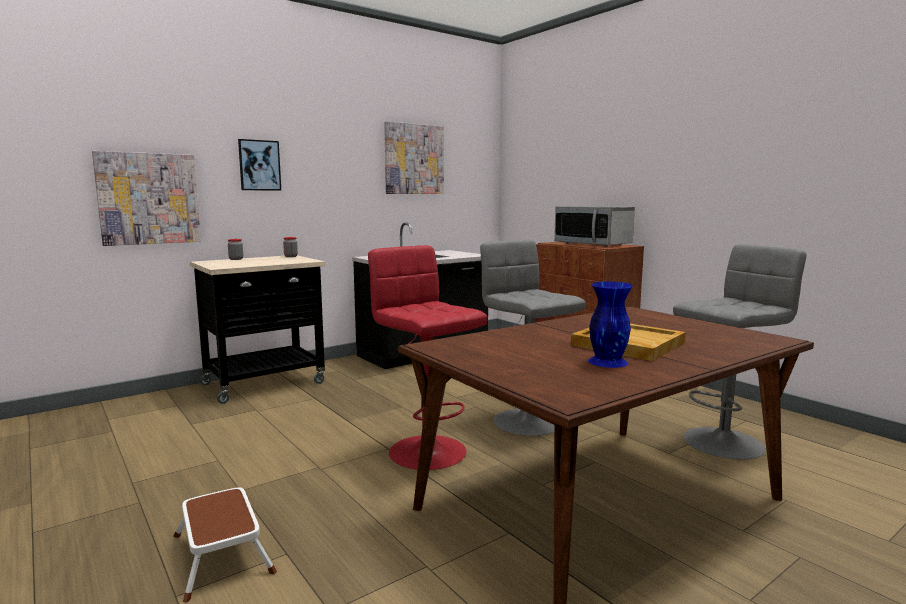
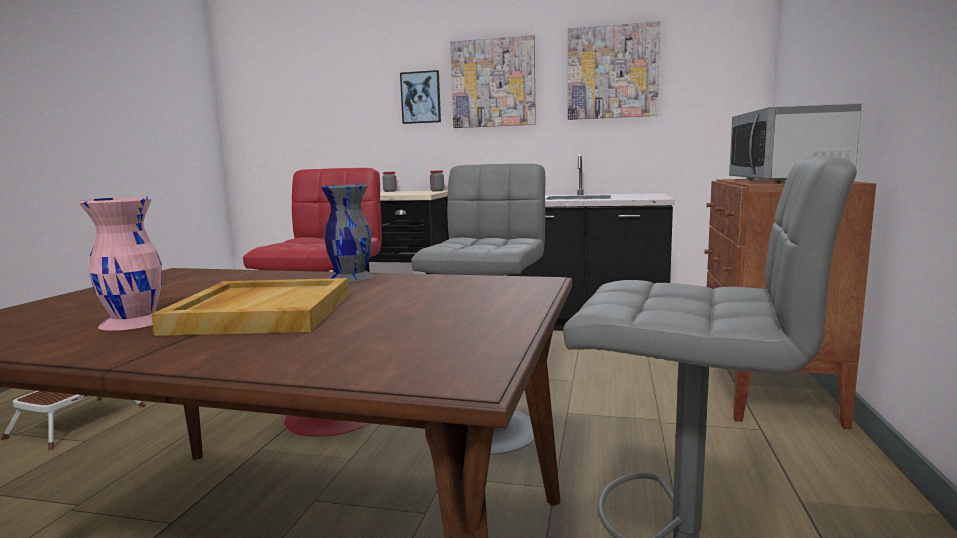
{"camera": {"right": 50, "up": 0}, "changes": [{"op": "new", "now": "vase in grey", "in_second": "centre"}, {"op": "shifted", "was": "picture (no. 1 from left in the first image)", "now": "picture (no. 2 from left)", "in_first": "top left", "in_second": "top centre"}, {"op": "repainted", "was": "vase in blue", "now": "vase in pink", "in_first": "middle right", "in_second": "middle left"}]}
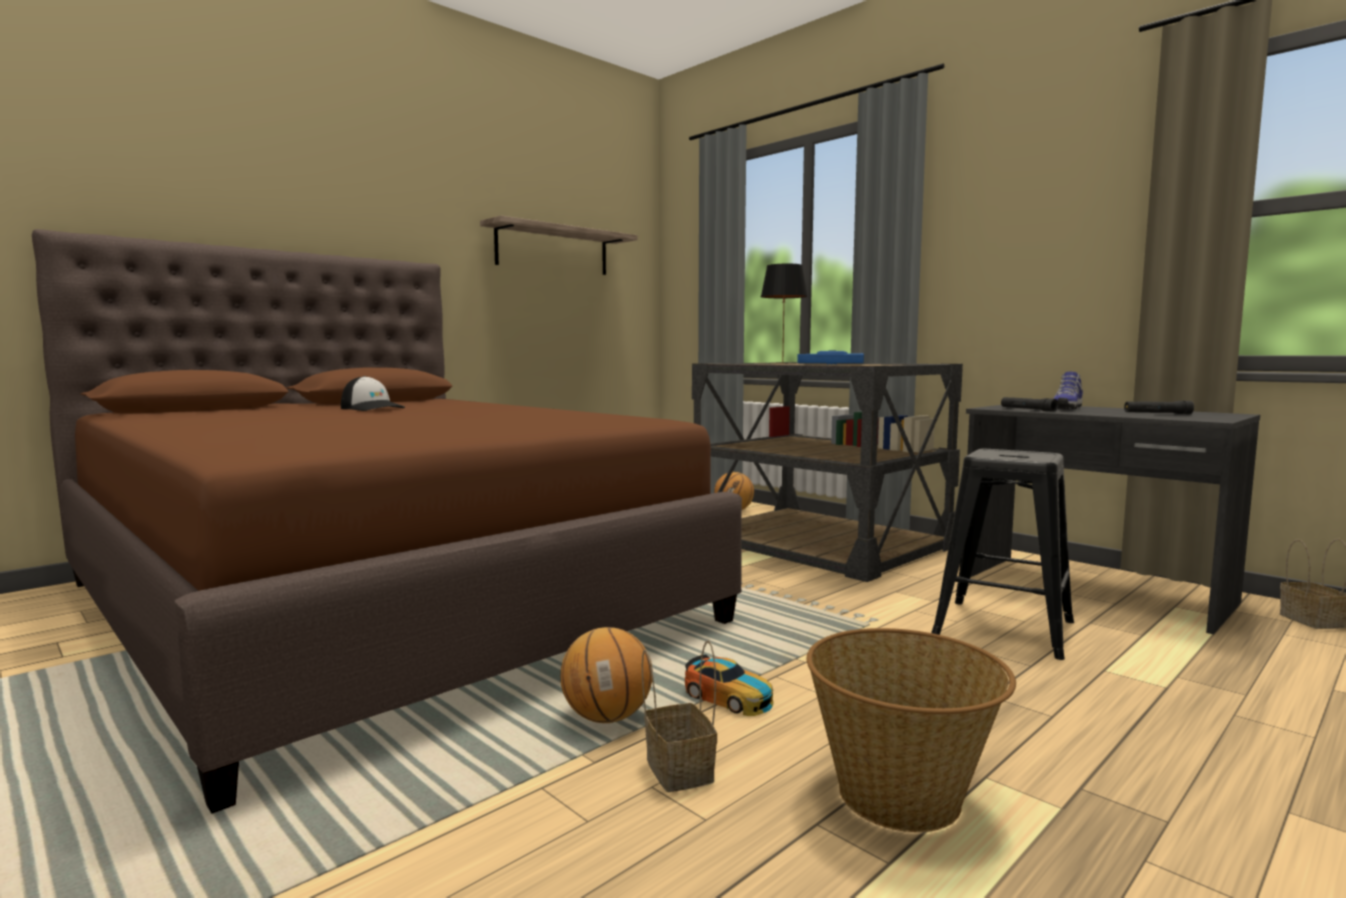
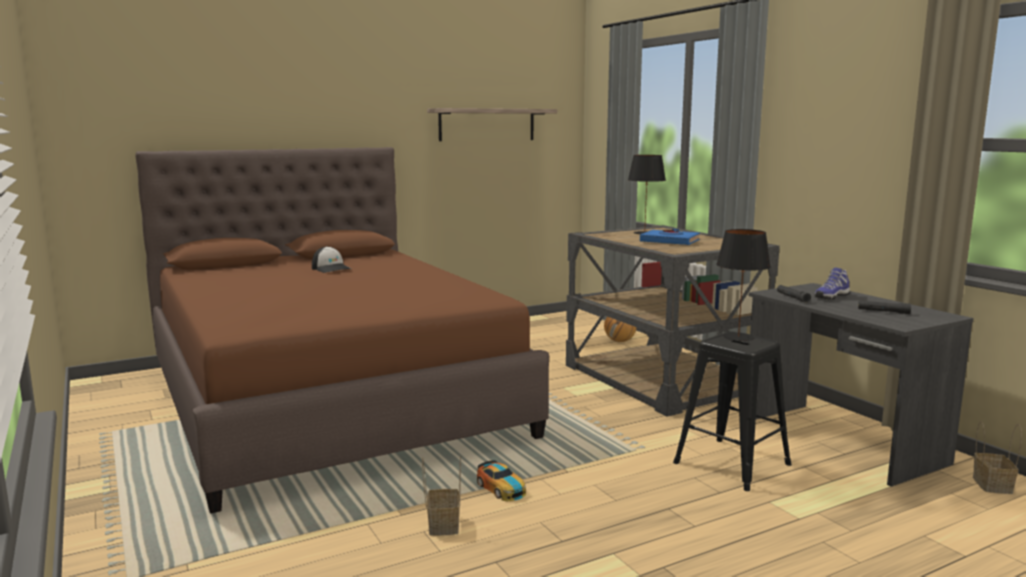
{"camera": {"right": 15, "up": 5}, "changes": [{"op": "gone", "was": "basketball (no. 1 from left)", "in_first": "bottom centre"}, {"op": "gone", "was": "basket (no. 2 from left)", "in_first": "bottom right"}, {"op": "new", "now": "table lamp in black (no. 2 from left)", "in_second": "middle right"}]}
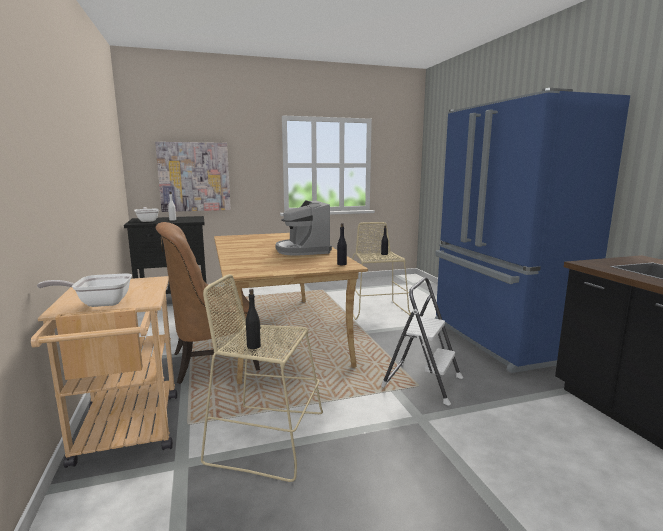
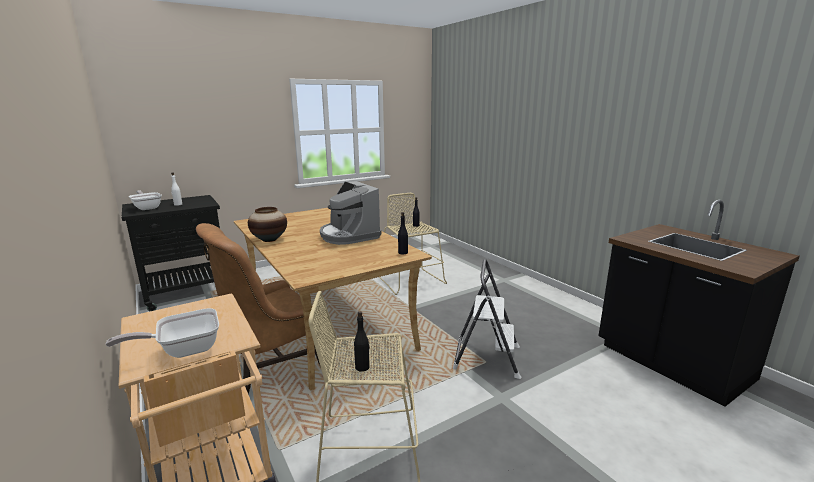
{"camera": {"right": -15, "up": 5}, "changes": [{"op": "gone", "was": "picture", "in_first": "middle left"}, {"op": "gone", "was": "fridge in blue", "in_first": "middle right"}, {"op": "new", "now": "vase", "in_second": "middle left"}]}
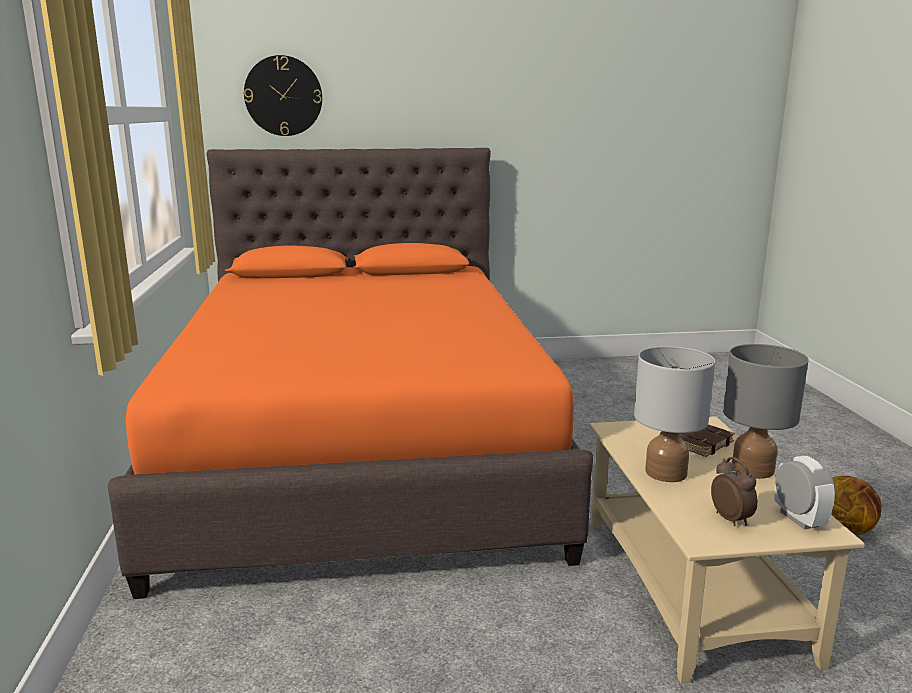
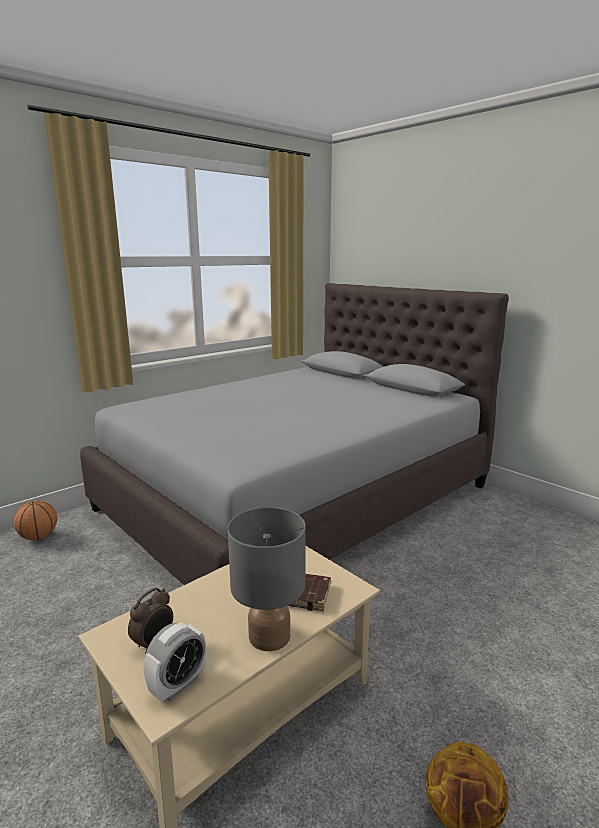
{"camera": {"right": 55, "up": 0}, "changes": [{"op": "gone", "was": "wall clock", "in_first": "top left"}, {"op": "gone", "was": "table lamp in grey (no. 1 from left)", "in_first": "middle right"}, {"op": "new", "now": "basketball (no. 1 from left)", "in_second": "middle left"}, {"op": "repainted", "was": "bed in orange", "now": "bed in grey", "in_first": "centre", "in_second": "centre"}]}
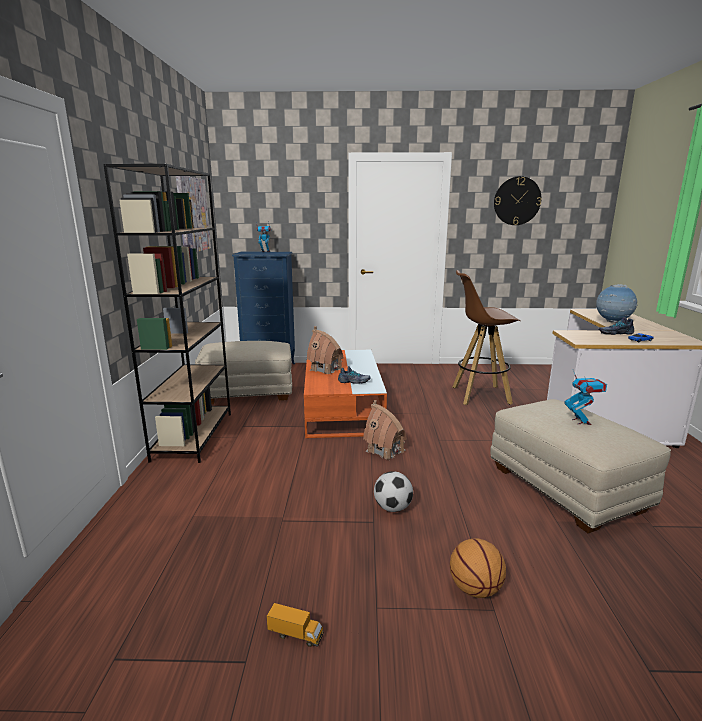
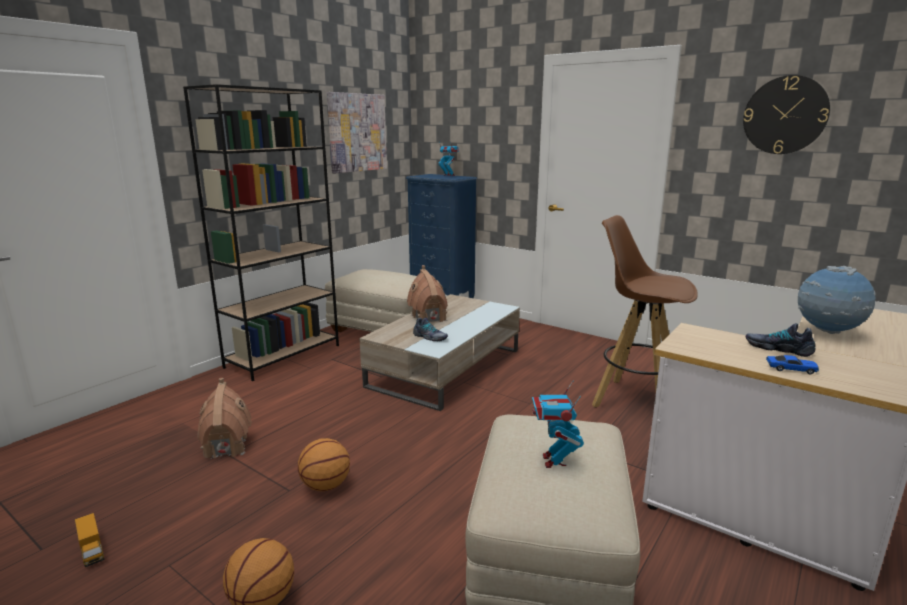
{"camera": {"right": 35, "up": 0}, "changes": [{"op": "shifted", "was": "toy house (no. 2 from left in the first image)", "now": "toy house (no. 1 from left)", "in_first": "centre", "in_second": "bottom left"}, {"op": "swapped", "was": "football", "now": "basketball (no. 2 from left)", "in_first": "bottom centre", "in_second": "bottom centre"}, {"op": "repainted", "was": "coffee table in orange", "now": "coffee table in beige", "in_first": "centre", "in_second": "centre"}, {"op": "rotated", "was": "toy robot (no. 2 from left)", "in_first": "middle right", "in_second": "bottom centre", "clockwise": 150}]}
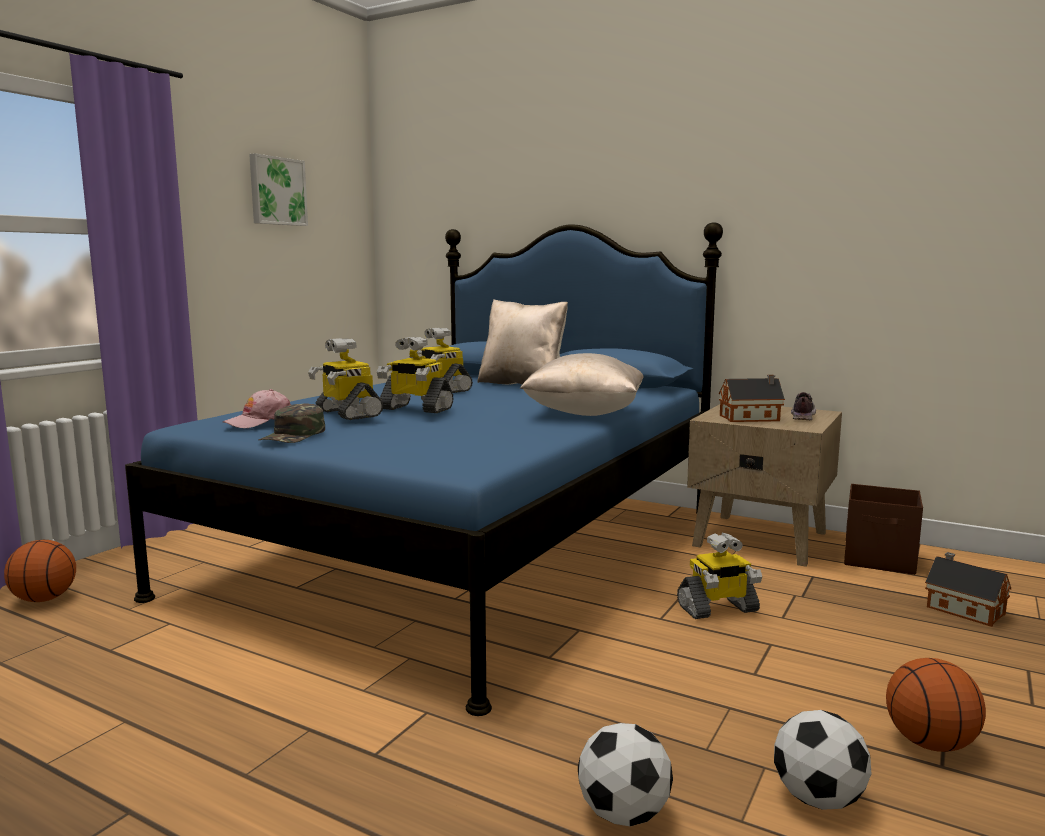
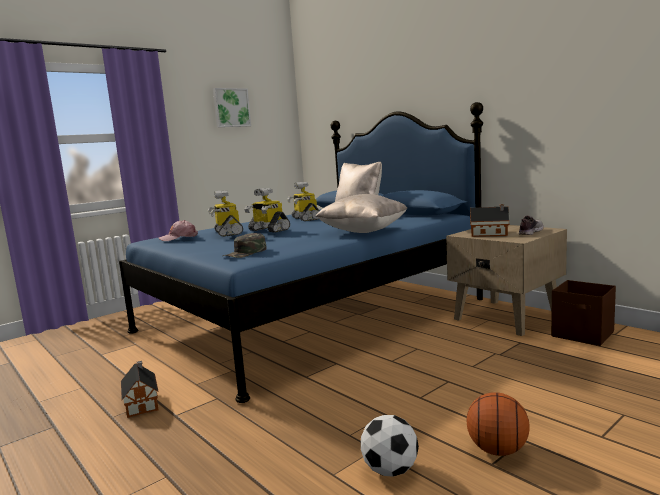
{"camera": {"right": 20, "up": 0}, "changes": [{"op": "gone", "was": "basketball (no. 1 from left)", "in_first": "bottom left"}, {"op": "gone", "was": "football (no. 1 from left)", "in_first": "bottom centre"}, {"op": "gone", "was": "toy robot (no. 4 from left)", "in_first": "bottom right"}, {"op": "shifted", "was": "cap in green", "in_first": "middle left", "in_second": "centre"}, {"op": "shifted", "was": "toy house (no. 2 from left in the first image)", "now": "toy house (no. 1 from left)", "in_first": "bottom right", "in_second": "bottom left"}]}
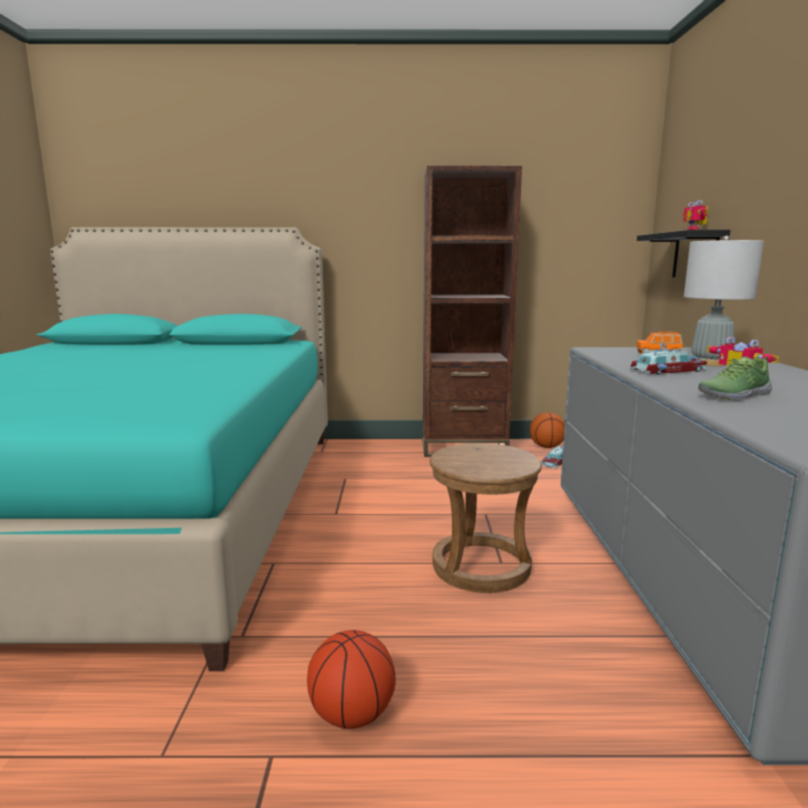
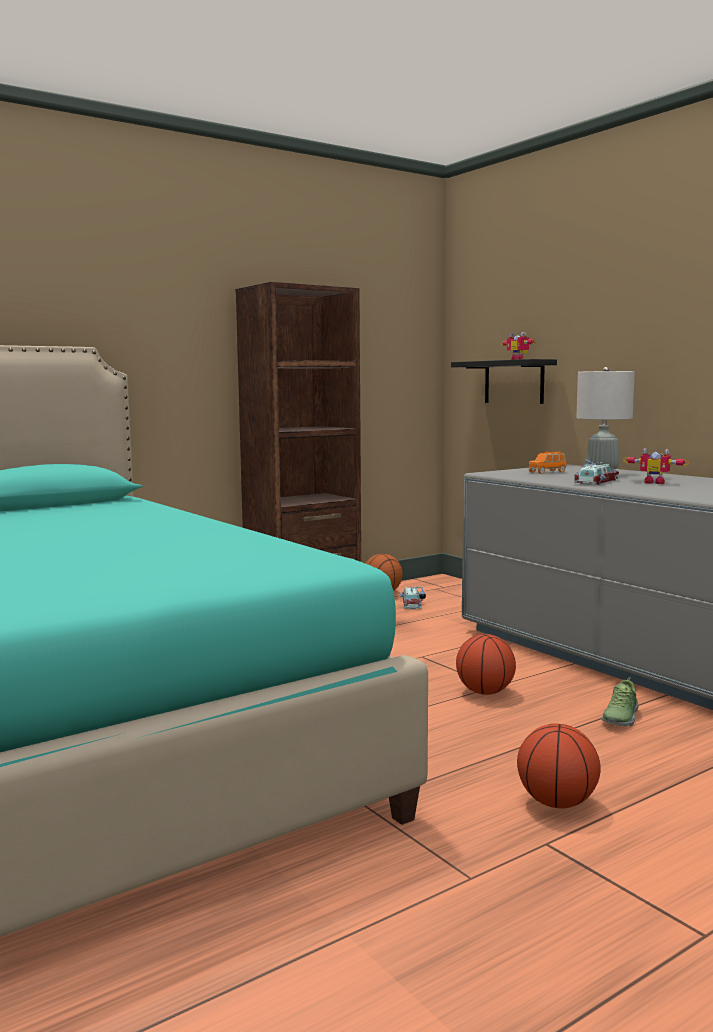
{"camera": {"right": -35, "up": -5}, "changes": [{"op": "shifted", "was": "shoe", "in_first": "middle right", "in_second": "bottom right"}, {"op": "swapped", "was": "stool in brown", "now": "basketball (no. 2 from left)", "in_first": "centre", "in_second": "middle right"}]}
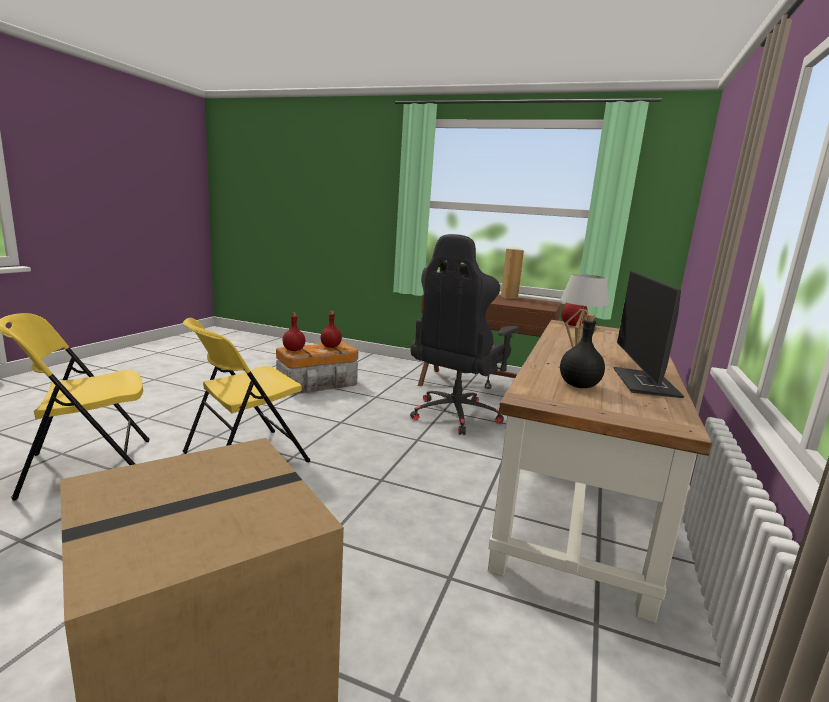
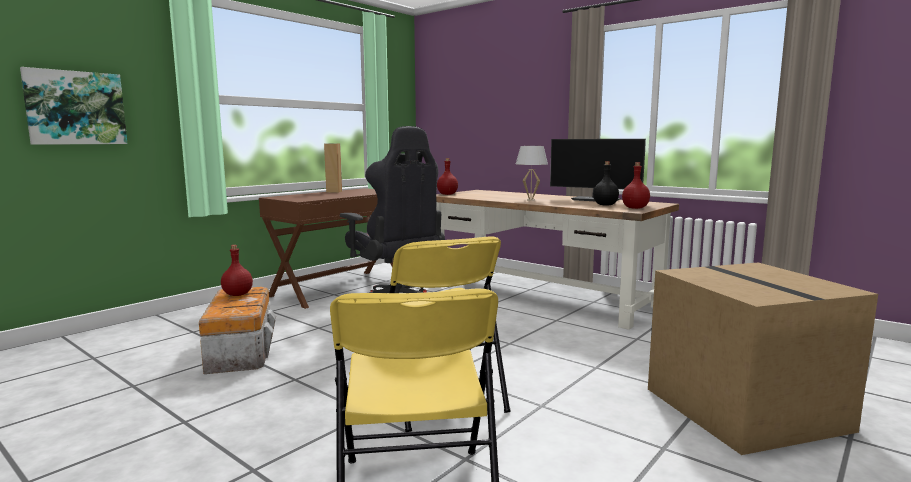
{"camera": {"right": -70, "up": -5}, "changes": [{"op": "new", "now": "picture", "in_second": "top left"}, {"op": "shifted", "was": "bottle in red (no. 1 from left in the first image)", "now": "bottle in red (no. 3 from left)", "in_first": "centre", "in_second": "middle right"}]}
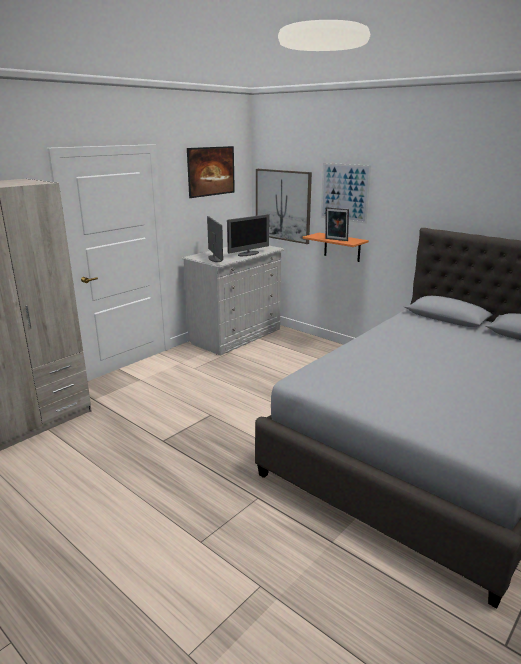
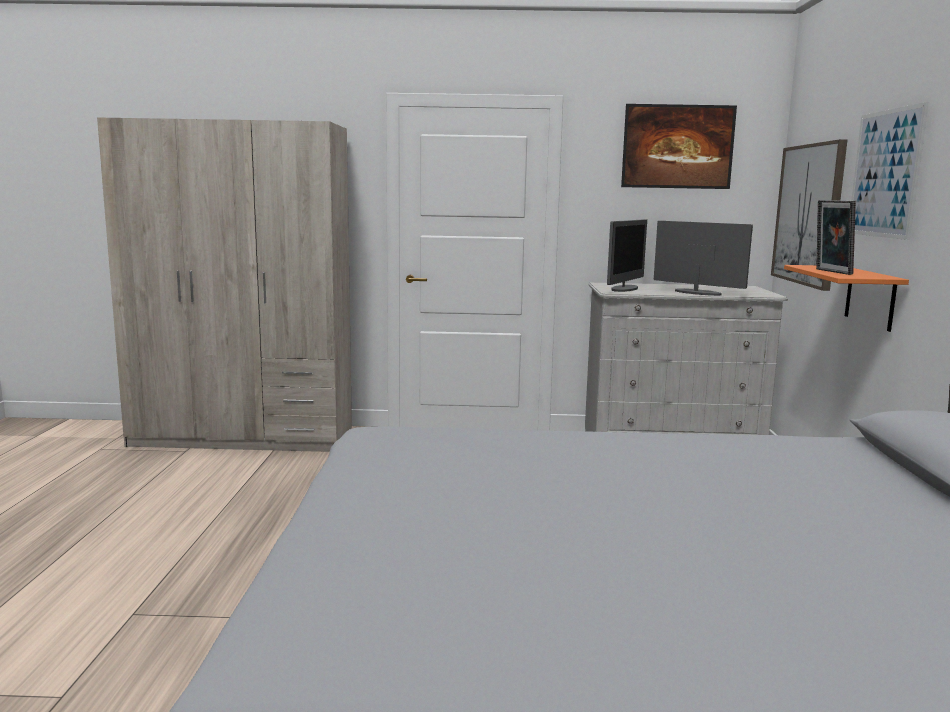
{"camera": {"right": 50, "up": -10}, "changes": [{"op": "rotated", "was": "monitor (no. 2 from left)", "in_first": "centre", "in_second": "middle right", "clockwise": -150}]}
